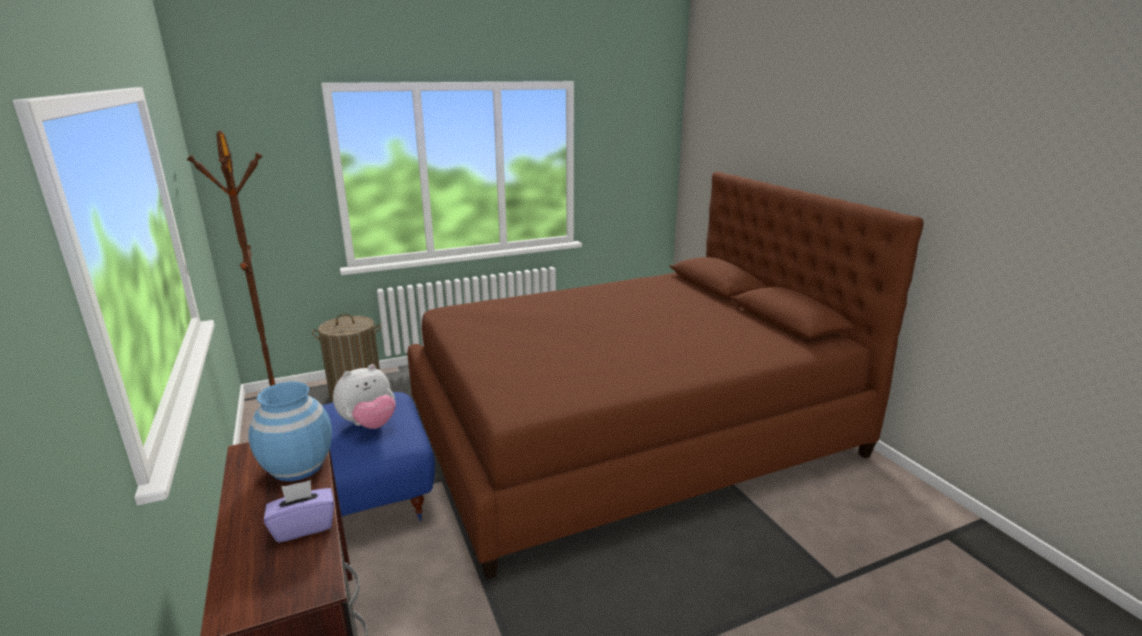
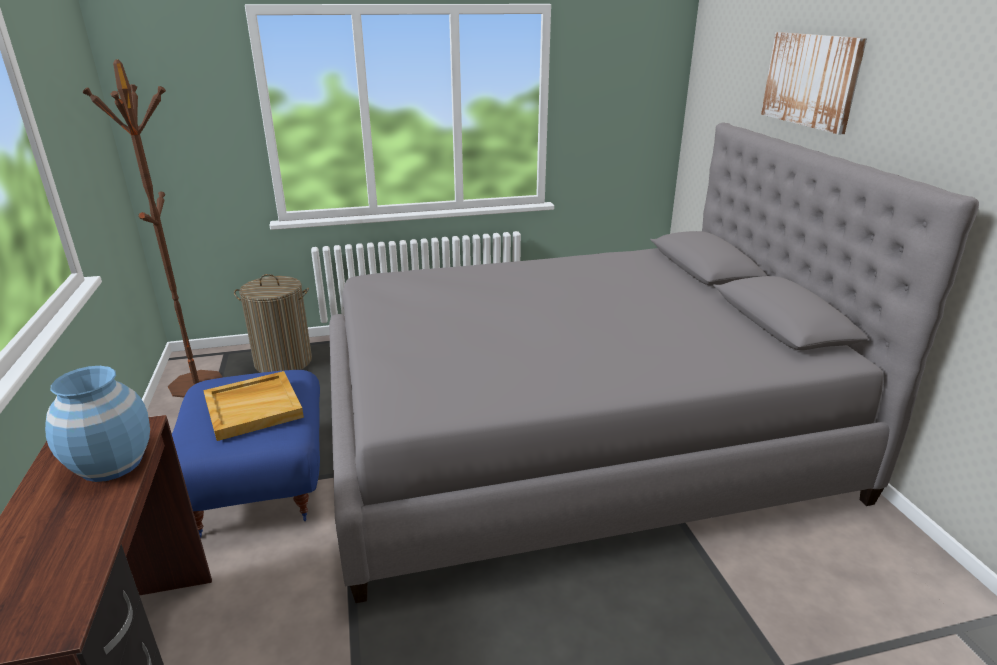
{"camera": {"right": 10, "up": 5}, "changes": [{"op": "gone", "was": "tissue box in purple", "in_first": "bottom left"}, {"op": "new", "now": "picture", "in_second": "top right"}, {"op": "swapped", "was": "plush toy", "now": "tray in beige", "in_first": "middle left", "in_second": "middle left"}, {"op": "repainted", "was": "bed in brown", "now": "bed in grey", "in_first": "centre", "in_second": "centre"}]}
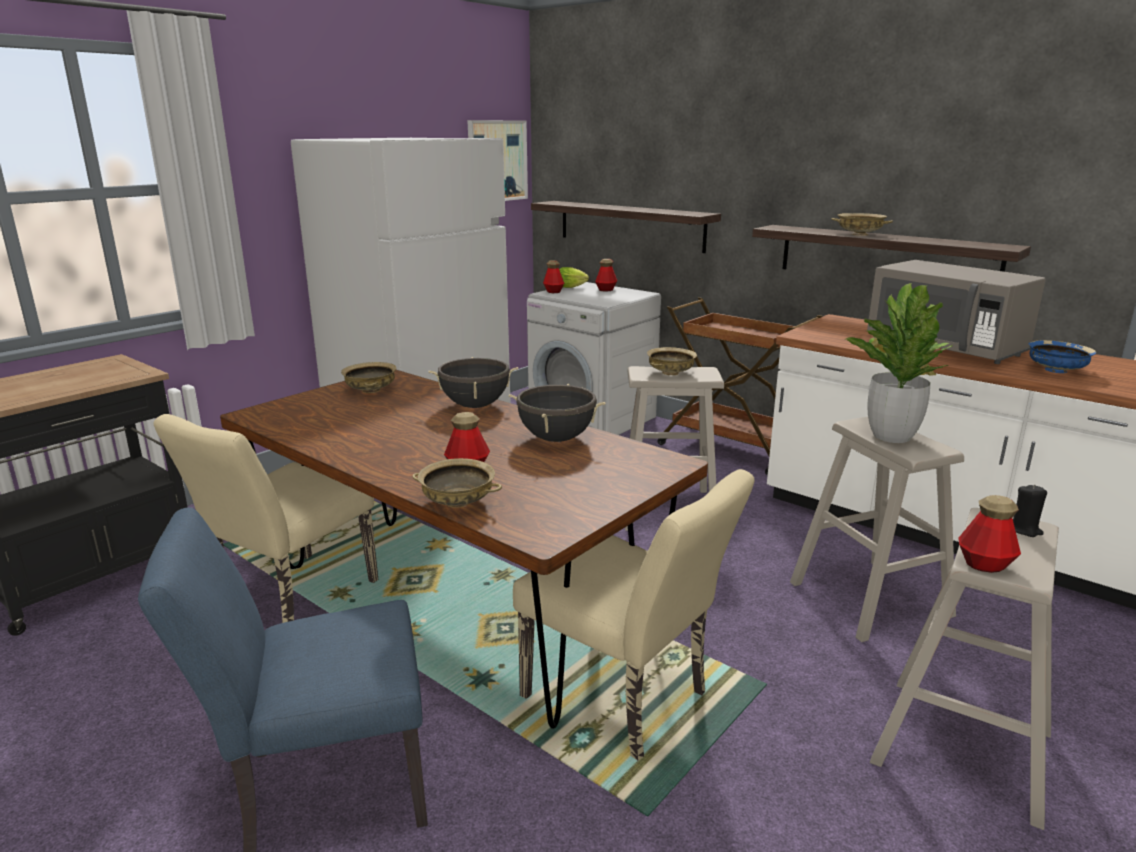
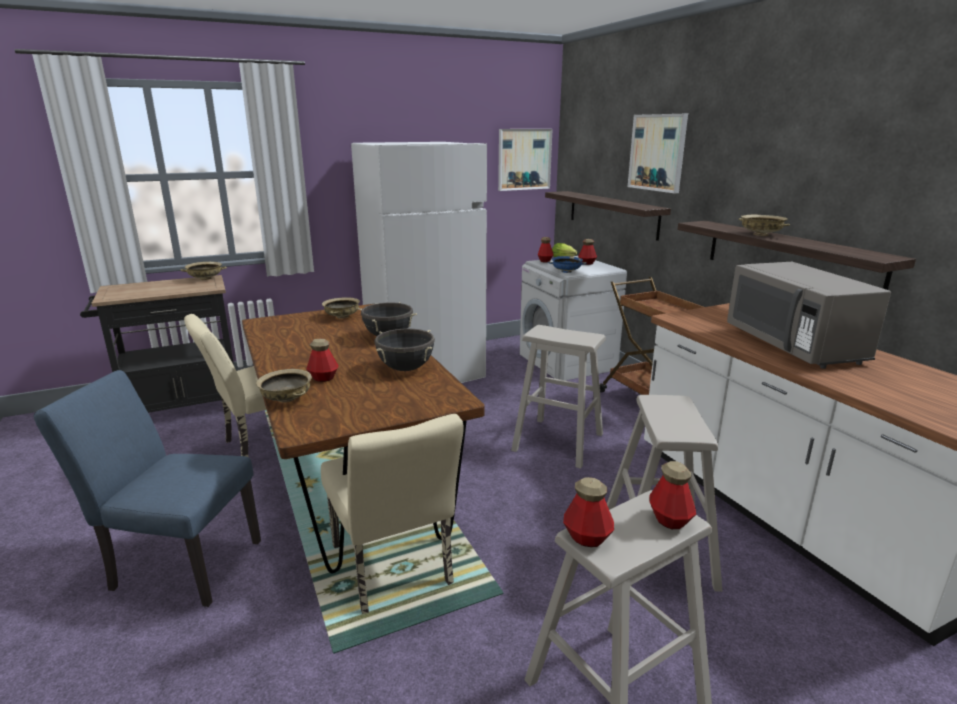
{"camera": {"right": 25, "up": 0}, "changes": [{"op": "gone", "was": "potted plant", "in_first": "middle right"}, {"op": "new", "now": "picture (no. 2 from left)", "in_second": "top right"}, {"op": "shifted", "was": "bowl in beige (no. 3 from left in the first image)", "now": "bowl in beige (no. 1 from left)", "in_first": "centre", "in_second": "middle left"}, {"op": "shifted", "was": "bowl in blue", "in_first": "middle right", "in_second": "centre"}, {"op": "swapped", "was": "candle in black", "now": "bottle (no. 5 from left)", "in_first": "middle right", "in_second": "bottom right"}]}
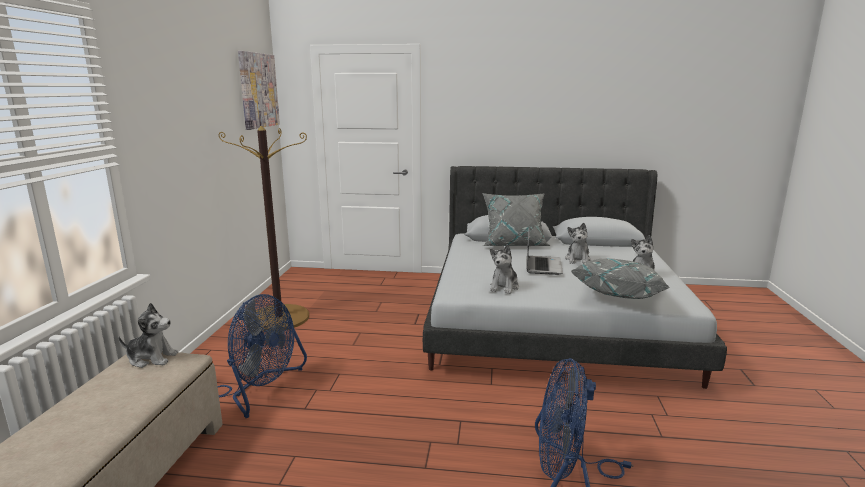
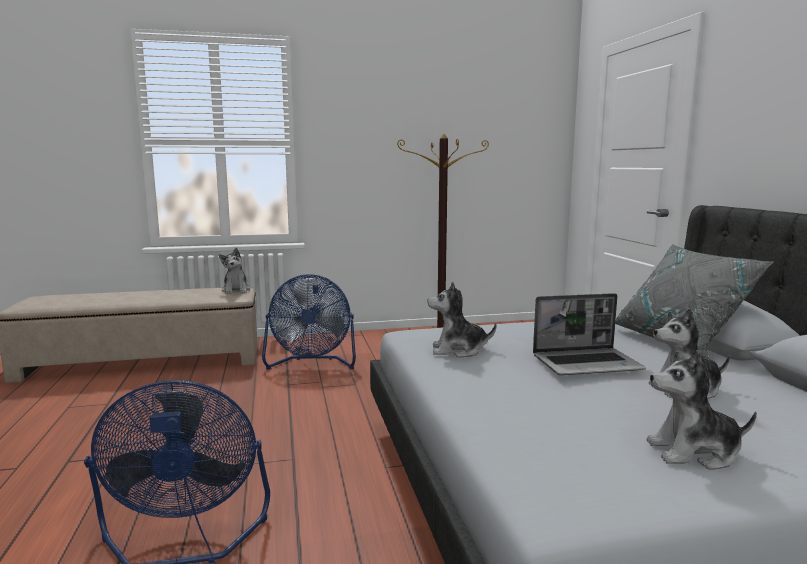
{"camera": {"right": 70, "up": -5}, "changes": [{"op": "gone", "was": "picture", "in_first": "top left"}, {"op": "gone", "was": "pillow in grey (no. 2 from left)", "in_first": "middle right"}]}
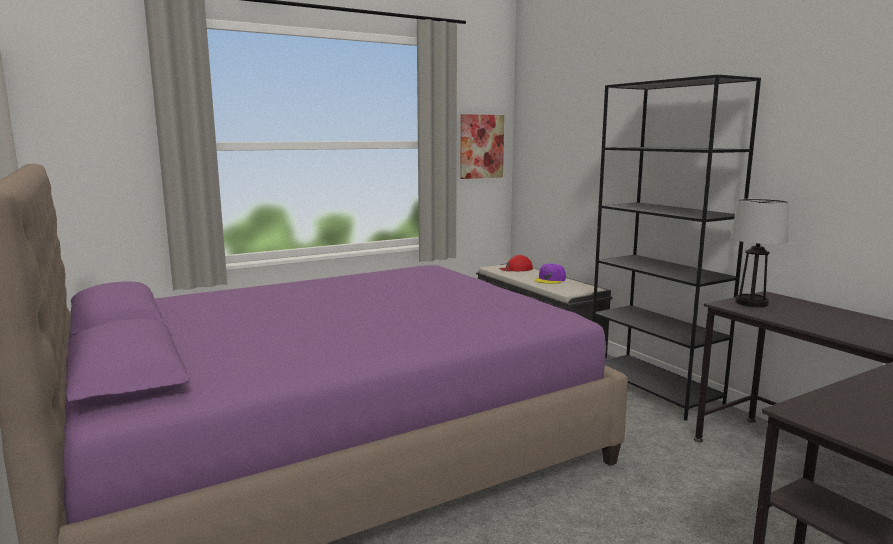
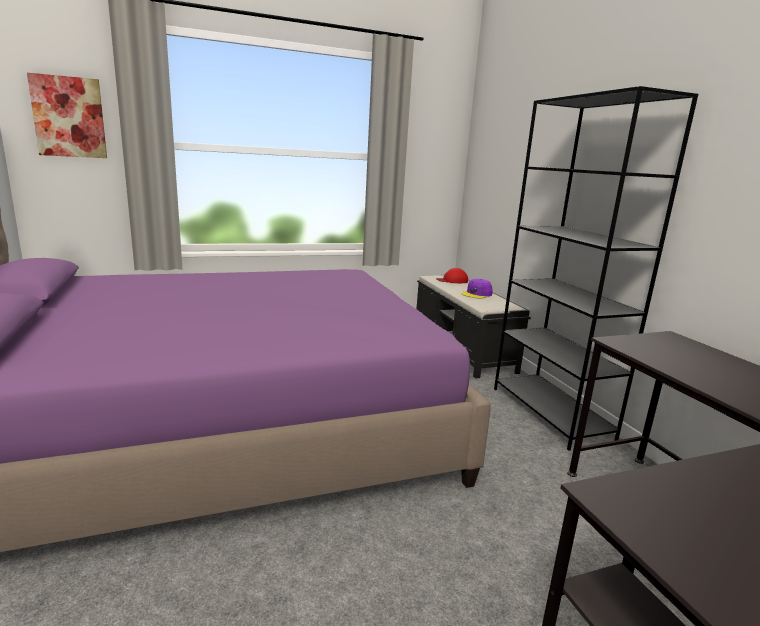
{"camera": {"right": 10, "up": 5}, "changes": [{"op": "gone", "was": "table lamp", "in_first": "middle right"}, {"op": "shifted", "was": "picture", "in_first": "top centre", "in_second": "top left"}]}
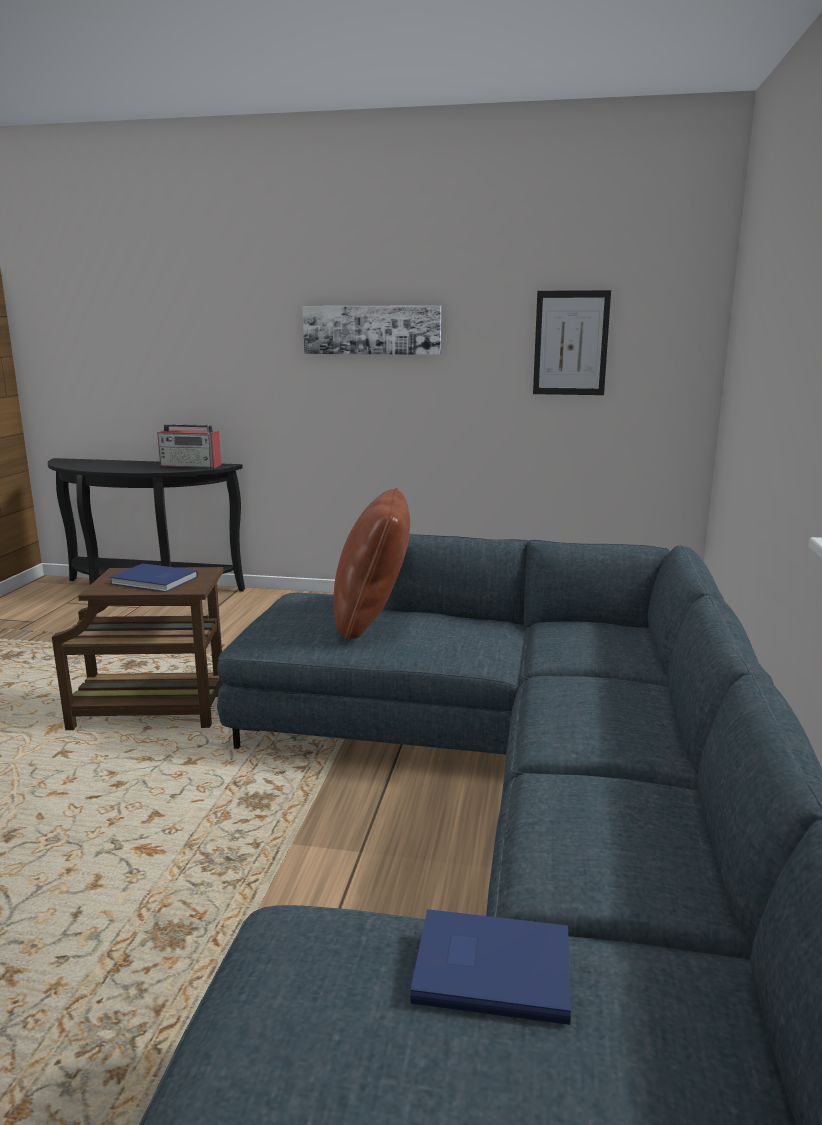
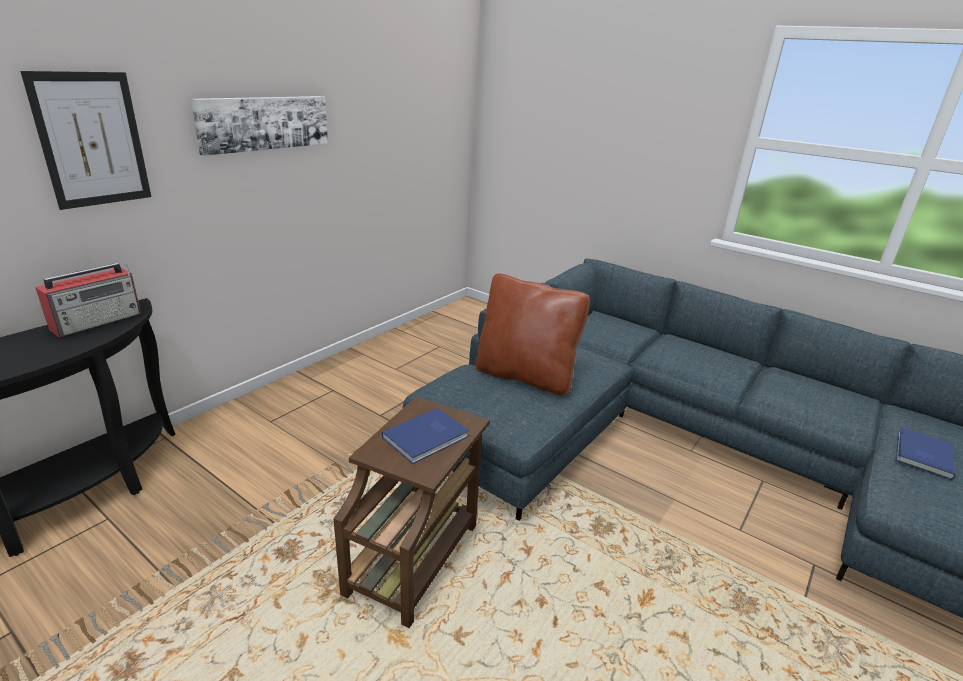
{"camera": {"right": -65, "up": 10}, "changes": [{"op": "shifted", "was": "picture (no. 2 from left in the first image)", "now": "picture (no. 1 from left)", "in_first": "top right", "in_second": "top left"}]}
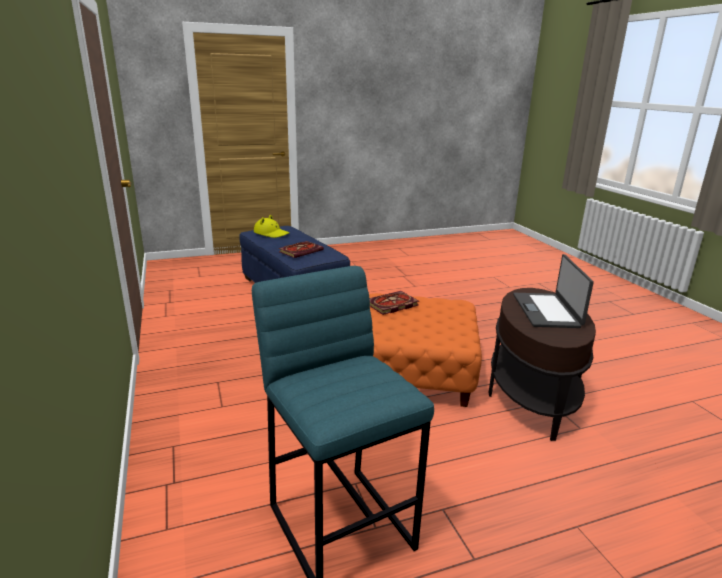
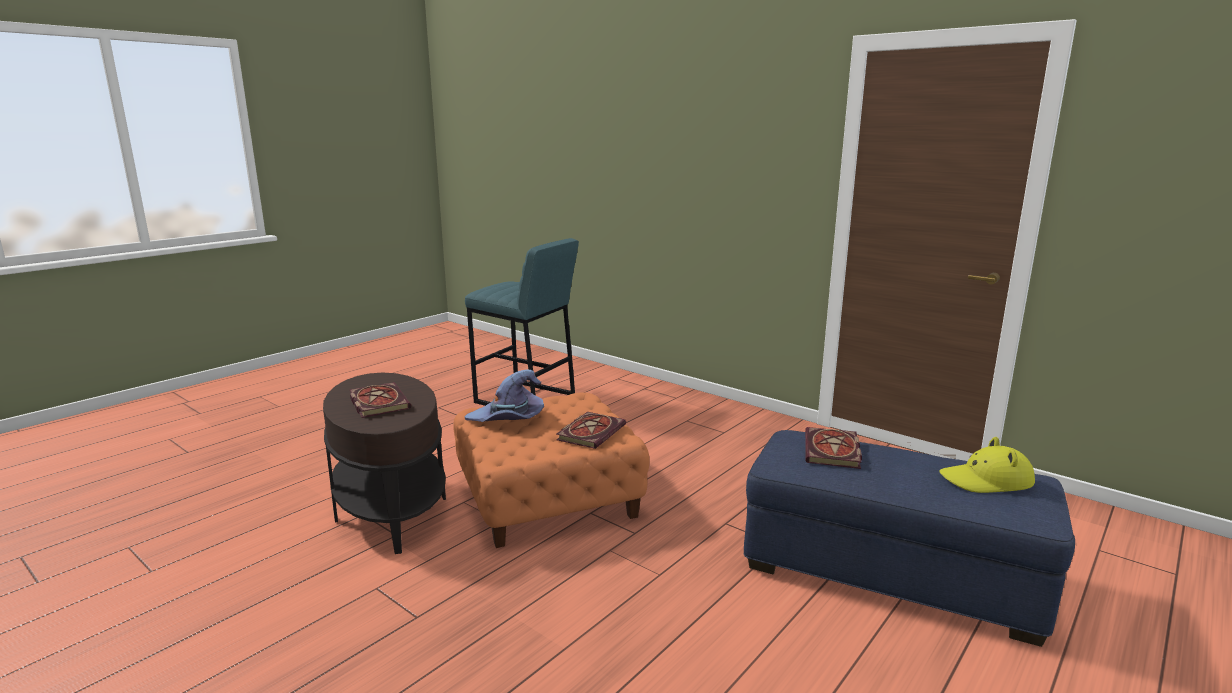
{"camera": {"right": 150, "up": -5}, "changes": [{"op": "new", "now": "hat in purple", "in_second": "centre"}, {"op": "swapped", "was": "laptop", "now": "book (no. 1 from left)", "in_first": "middle right", "in_second": "middle left"}]}
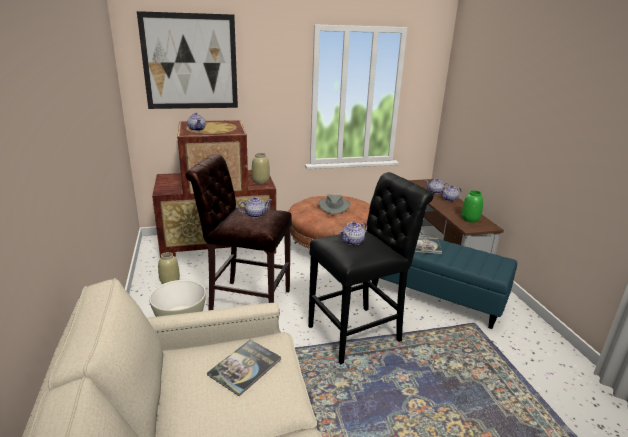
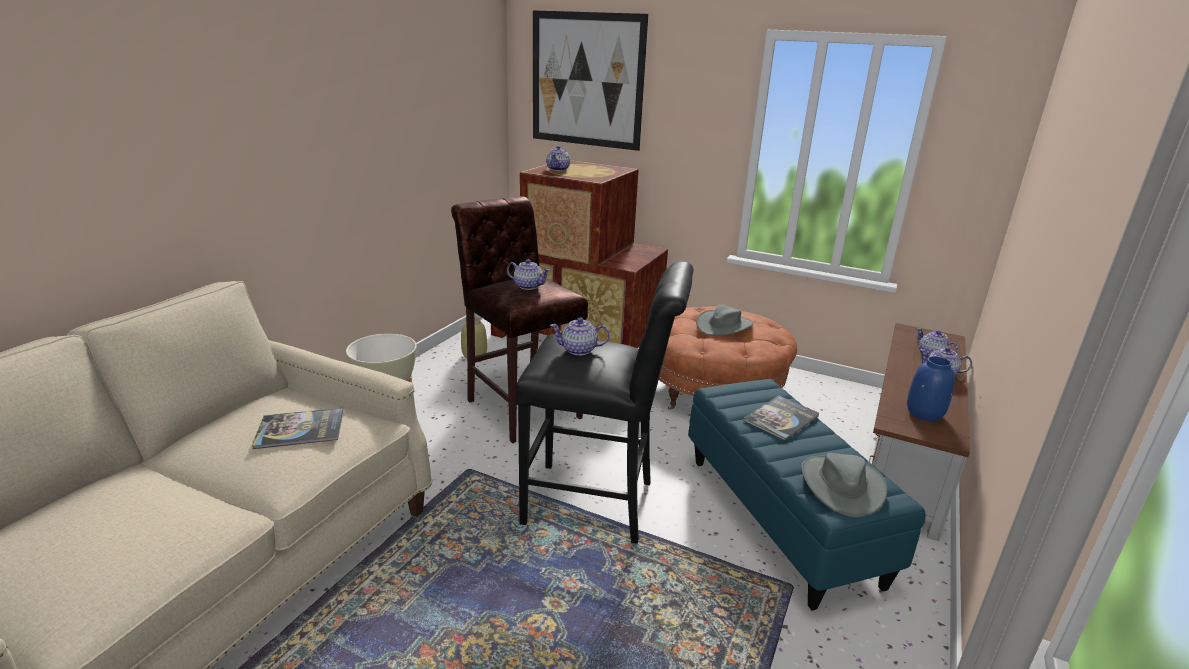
{"camera": {"right": 40, "up": 0}, "changes": [{"op": "gone", "was": "vase in beige (no. 2 from left)", "in_first": "centre"}, {"op": "new", "now": "hat in grey (no. 2 from left)", "in_second": "bottom right"}, {"op": "repainted", "was": "vase in green", "now": "vase in blue", "in_first": "middle right", "in_second": "middle right"}]}
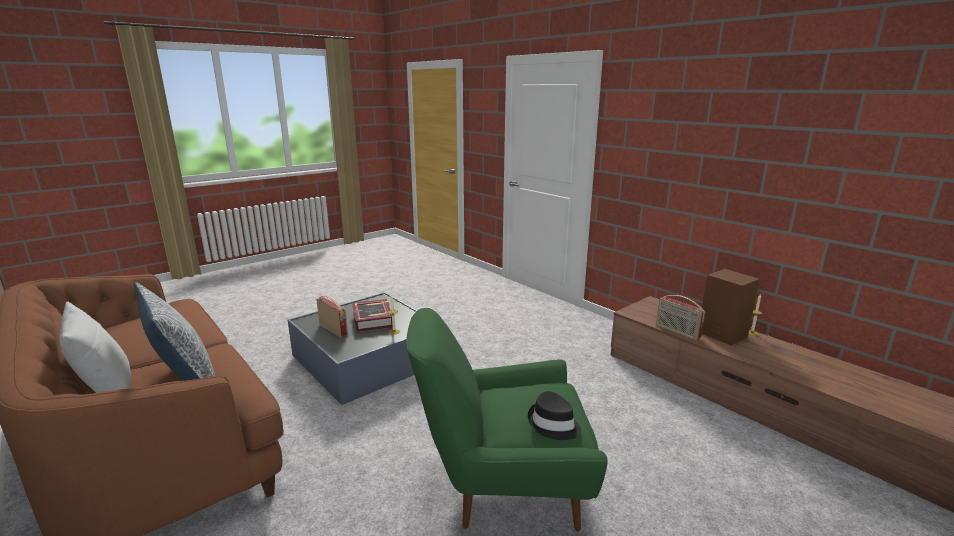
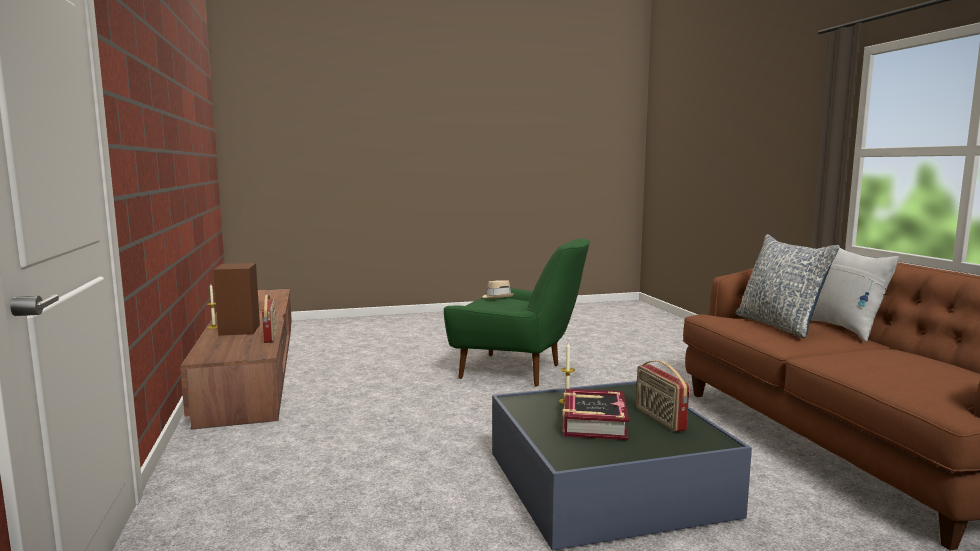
{"camera": {"right": -155, "up": -10}, "changes": [{"op": "repainted", "was": "hat in black", "now": "hat in beige", "in_first": "bottom centre", "in_second": "centre"}]}
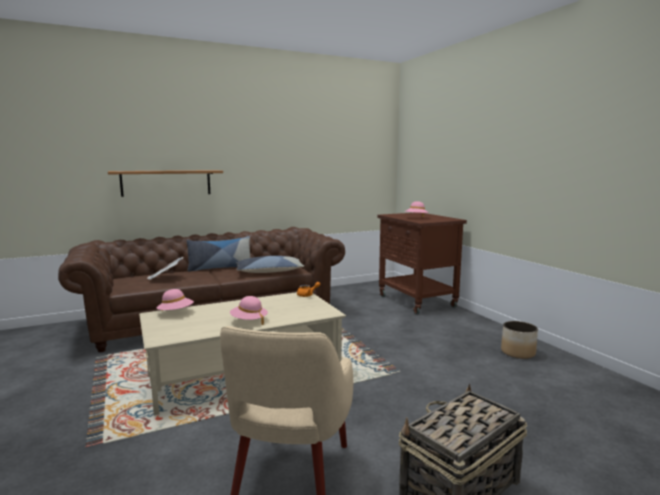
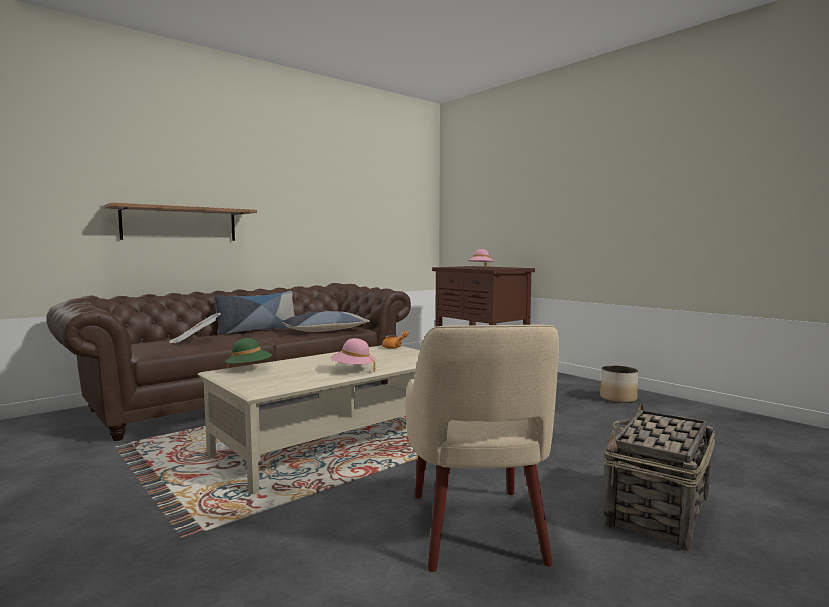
{"camera": {"right": -15, "up": -5}, "changes": [{"op": "repainted", "was": "hat in pink (no. 1 from left)", "now": "hat in green", "in_first": "middle left", "in_second": "middle left"}]}
